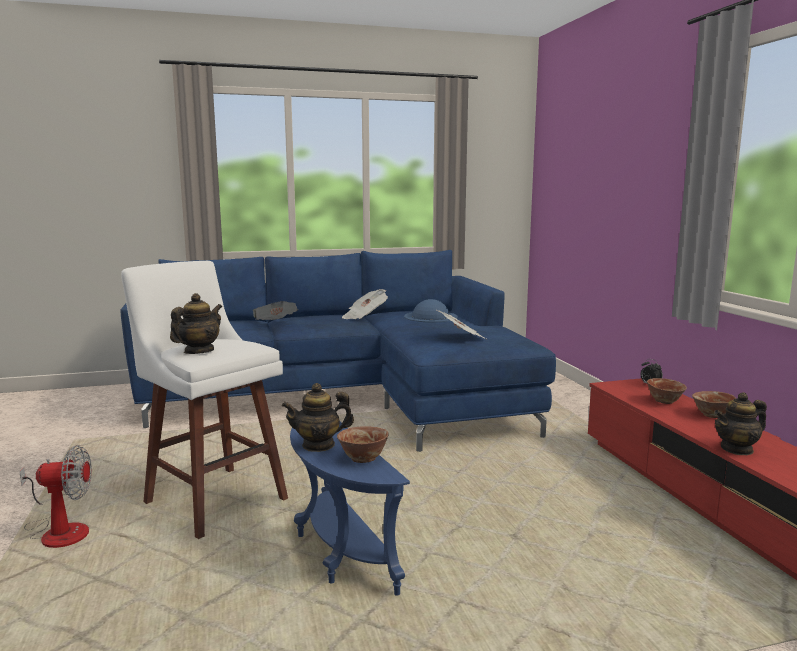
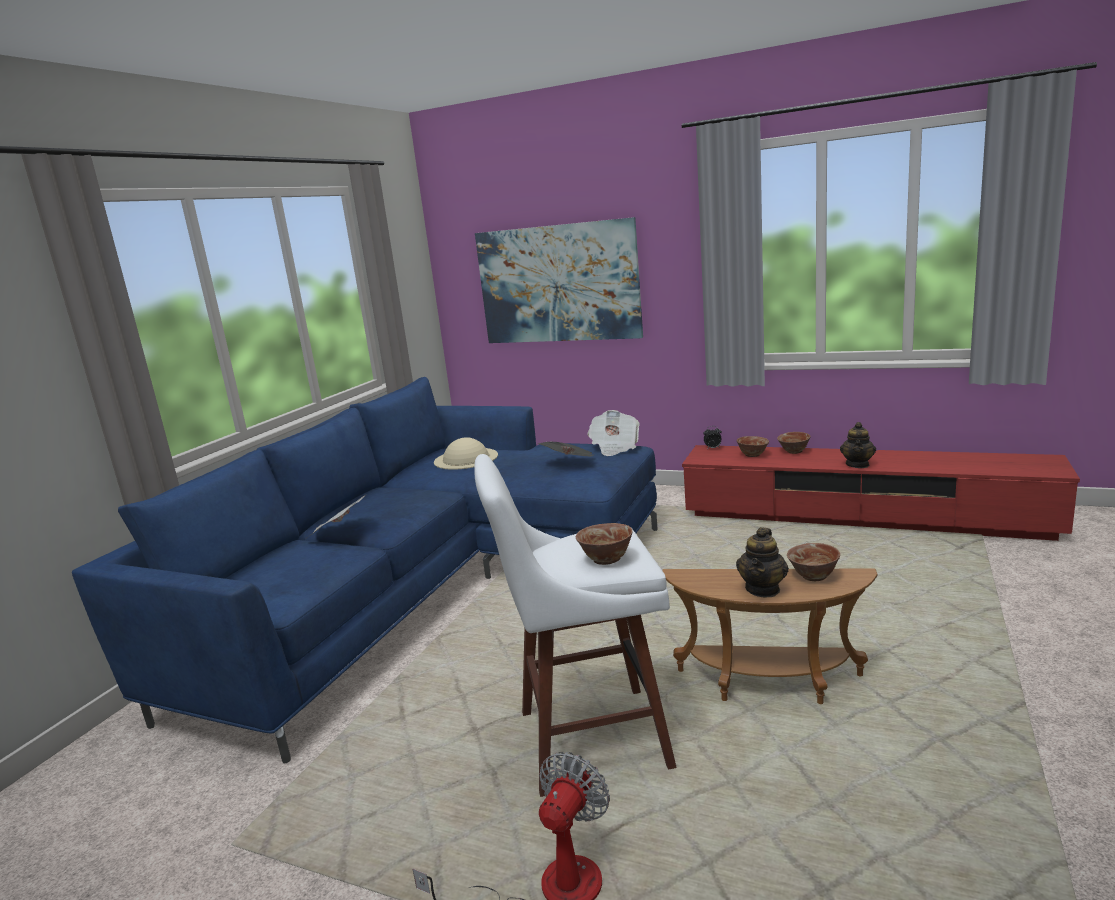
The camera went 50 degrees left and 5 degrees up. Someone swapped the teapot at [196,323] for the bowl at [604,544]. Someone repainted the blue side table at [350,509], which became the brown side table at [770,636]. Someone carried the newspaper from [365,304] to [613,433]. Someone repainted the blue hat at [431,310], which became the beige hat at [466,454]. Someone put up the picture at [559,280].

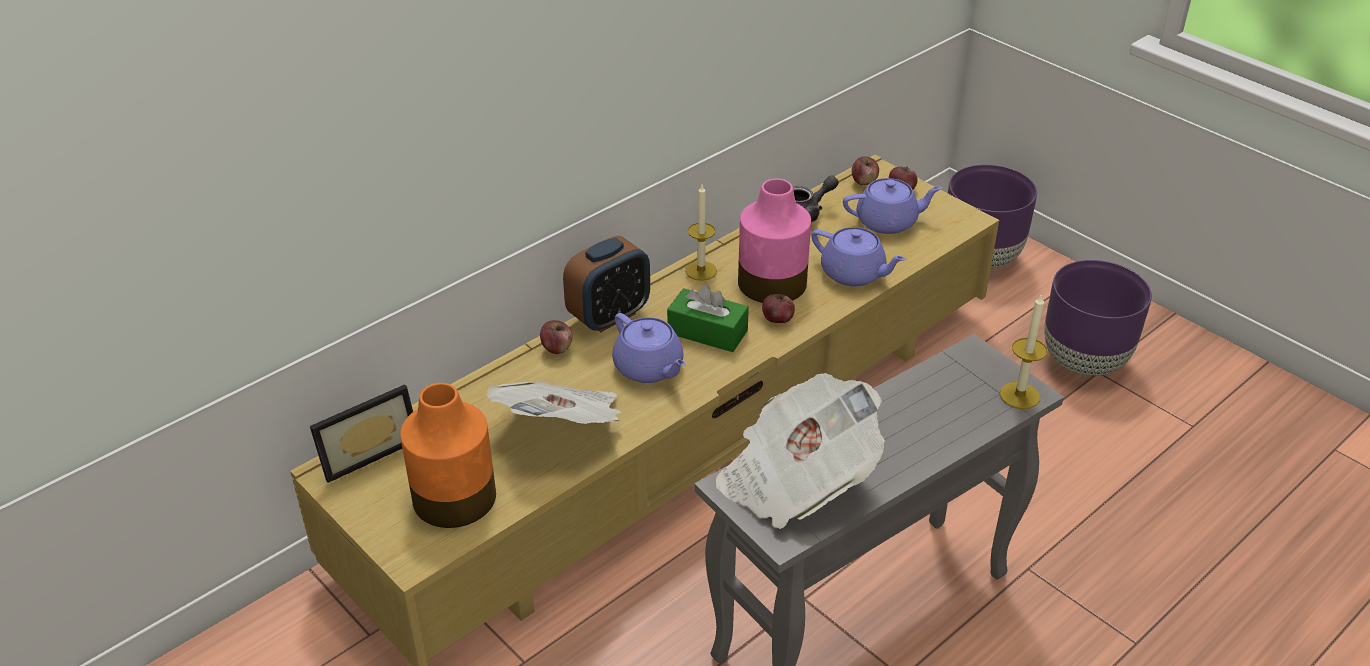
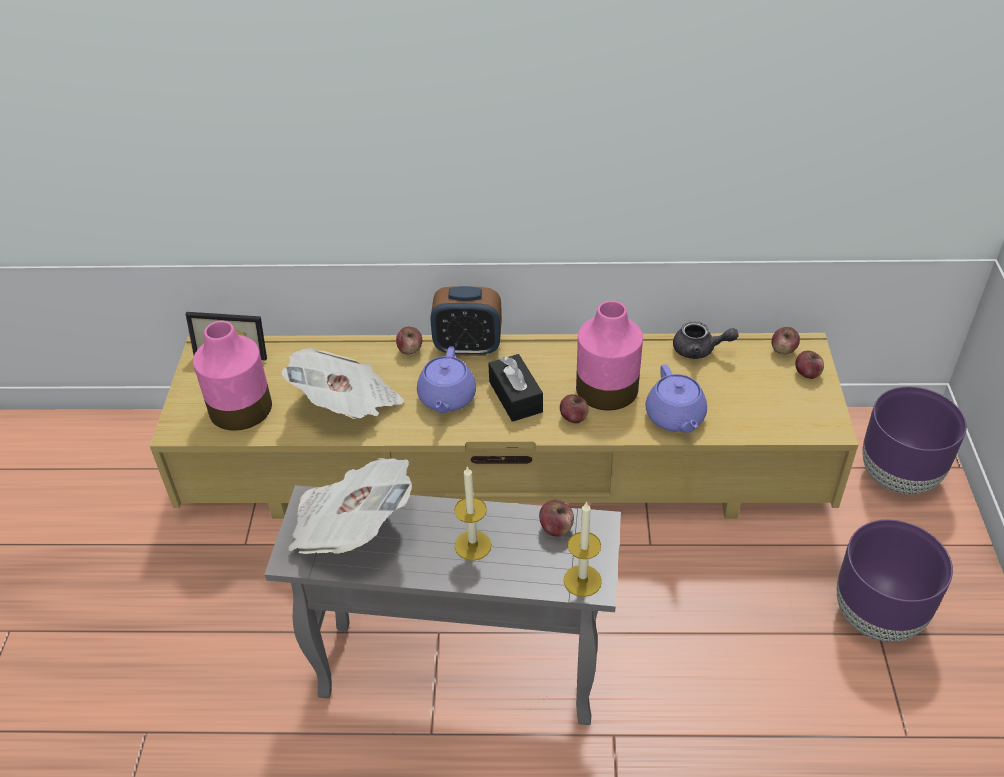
The camera went 45 degrees right and 5 degrees up. Someone repainted the orange vase at [448,455], which became the pink vase at [232,376]. Someone repainted the green tissue box at [708,318], which became the black tissue box at [515,388]. Someone carried the candle from [701,233] to [472,513]. Someone took away the purple teapot at [892,206]. Someone put down the apple at [556,518].

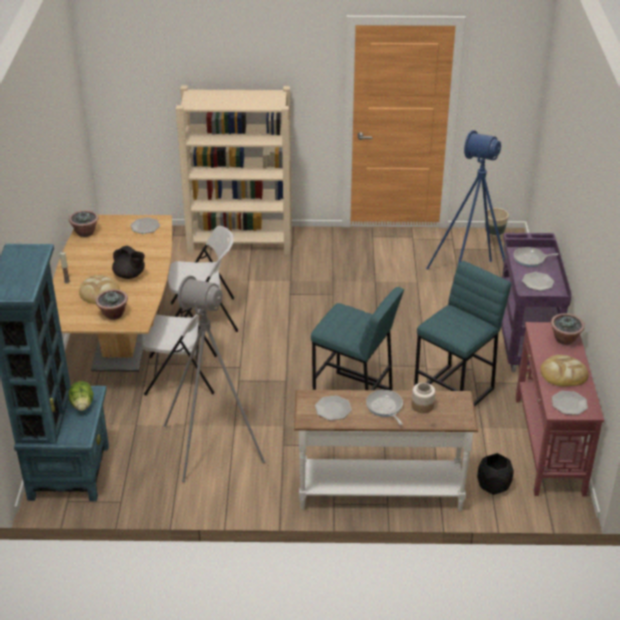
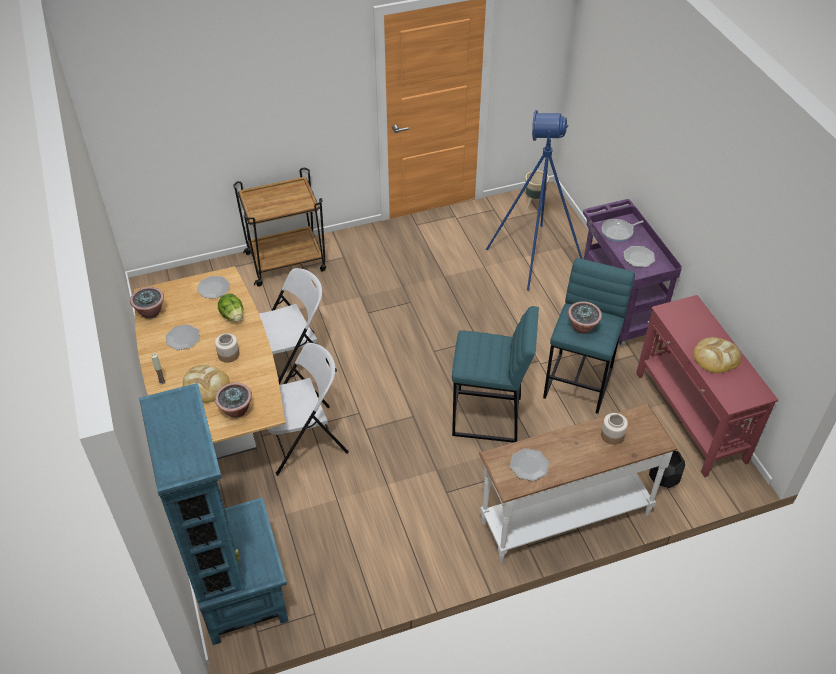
The camera went 20 degrees left and 10 degrees up. Someone carried the lettuce from [80,396] to [230,307]. Someone swapped the black teapot at [128,262] for the jar at [227,348]. Someone took away the grey floor lamp at [214,379]. Someone swapped the beige bookcase at [234,170] for the brown cart at [279,227]. Someone took away the frying pan at [384,407]. Someone carried the potted plant from [568,329] to [585,317]. Someone carried the plate from [570,403] to [183,337].

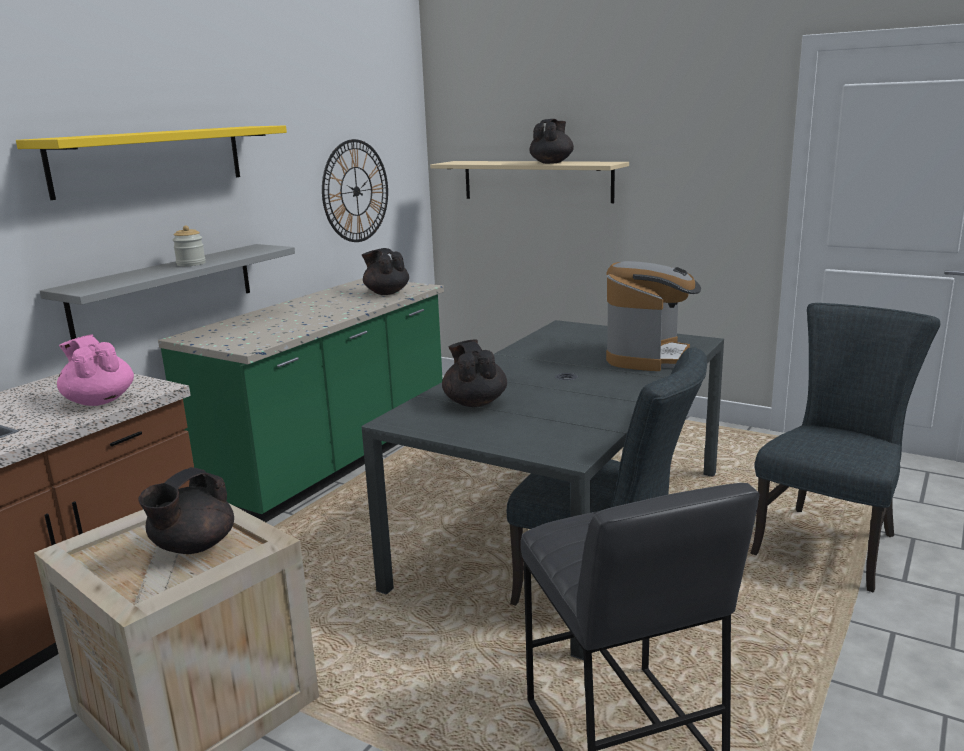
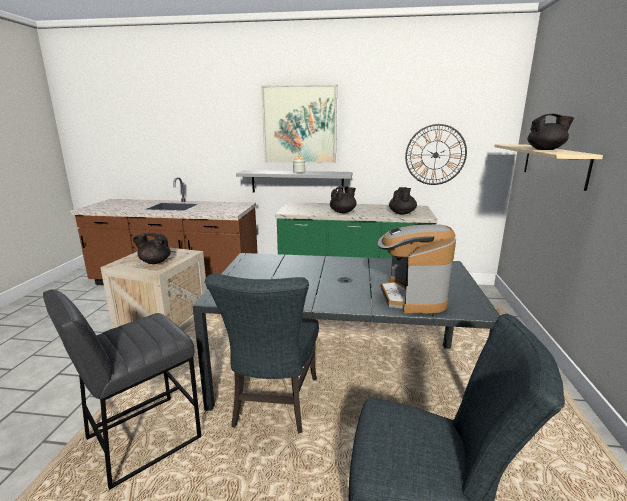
The camera went 65 degrees right and 0 degrees up. Someone swapped the yellow shelf at [151,162] for the picture at [299,124]. Someone took away the pink teapot at [95,370]. Someone carried the black teapot from [474,373] to [343,199]. Someone rotated the coffee machine at [653,316] by 90 degrees clockwise.

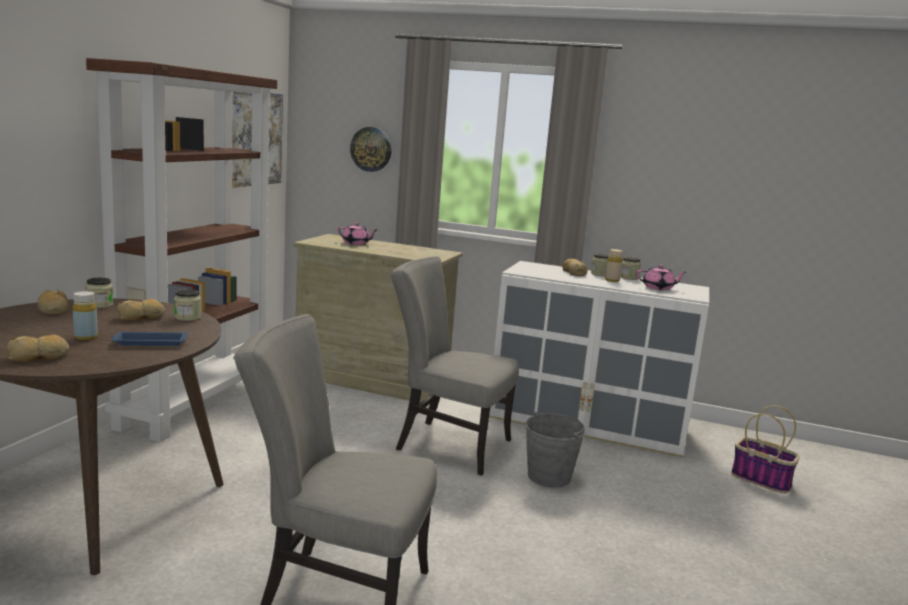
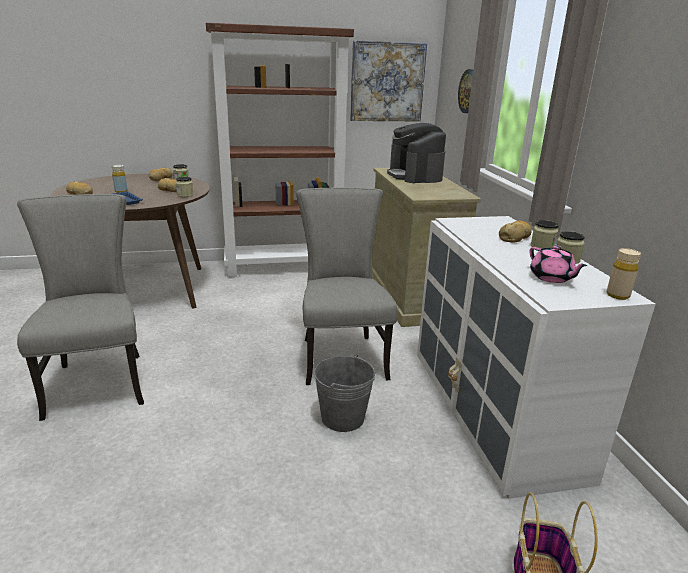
The camera went 60 degrees right and 10 degrees up. Someone swapped the pink teapot at [357,234] for the coffee machine at [416,153]. Someone carried the beige bottle from [614,265] to [624,274].

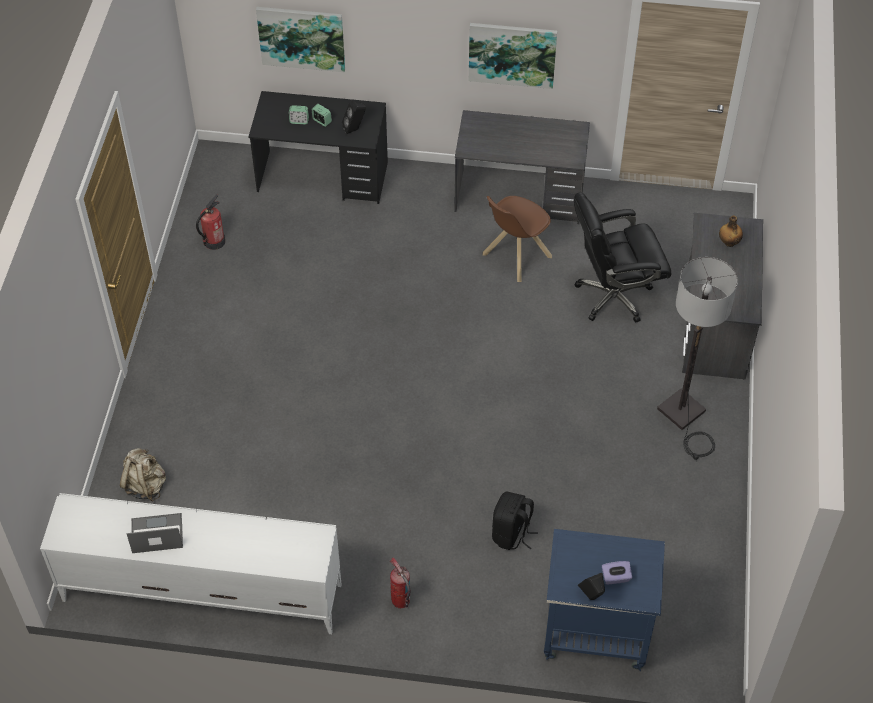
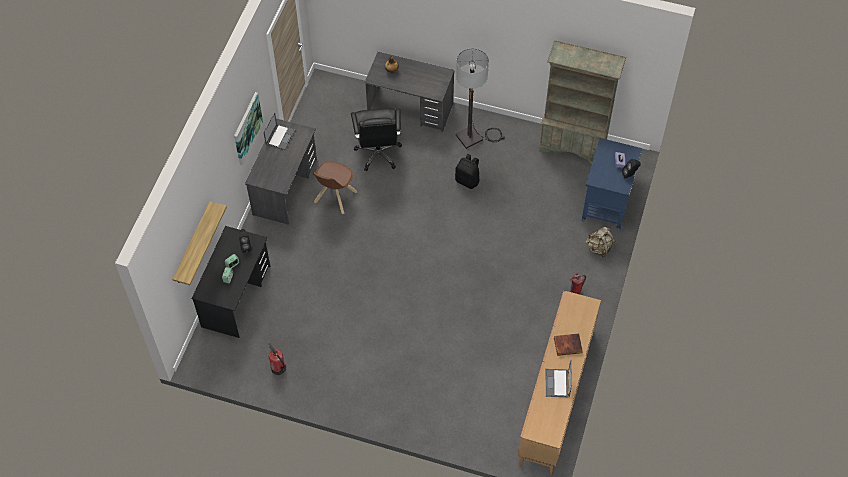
The camera went 80 degrees left and 5 degrees up. Someone repainted the white cabinet at [191,563], which became the brown cabinet at [559,383]. Someone carried the beige backpack from [143,474] to [601,242]. Someone swapped the picture at [300,39] for the shelf at [199,243]. Someone rotated the brown chair at [517,239] by 60 degrees clockwise. Someone carried the black backpack from [515,520] to [467,171]. Someone put down the laptop at [279,131]. Someone put down the green bookcase at [582,102]. Someone put down the book at [568,344].

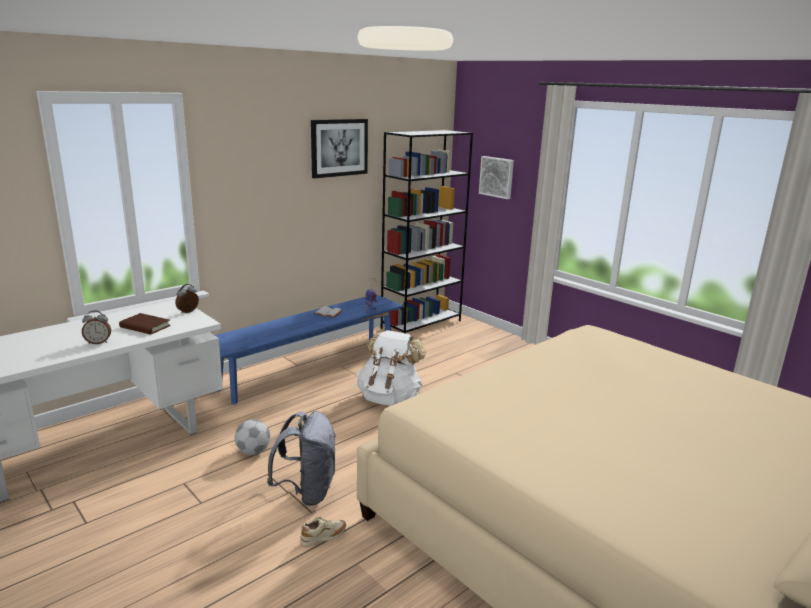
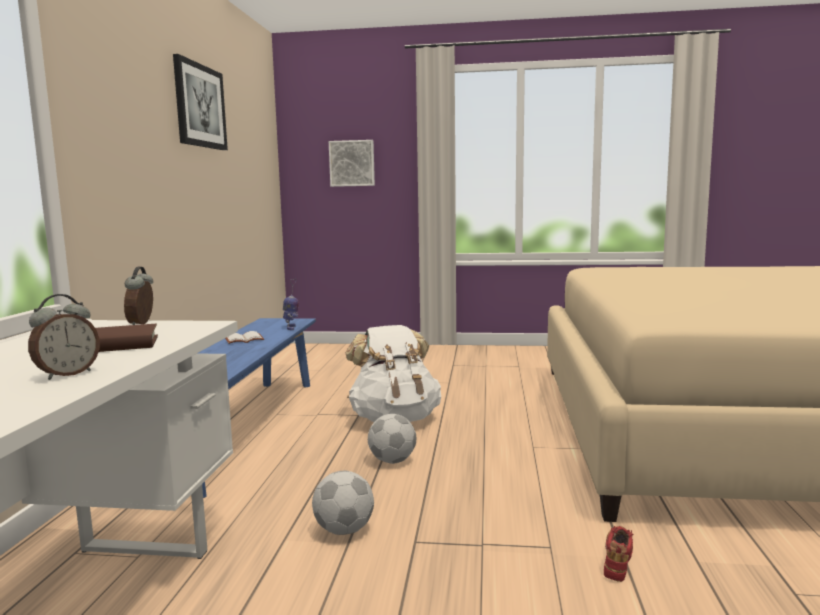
The camera went 40 degrees left and 10 degrees down. Someone took away the grey backpack at [301,458]. Someone repainted the beige shoe at [323,532], which became the red shoe at [618,554]. Someone took away the white bookcase at [427,231]. Someone put down the football at [392,439].

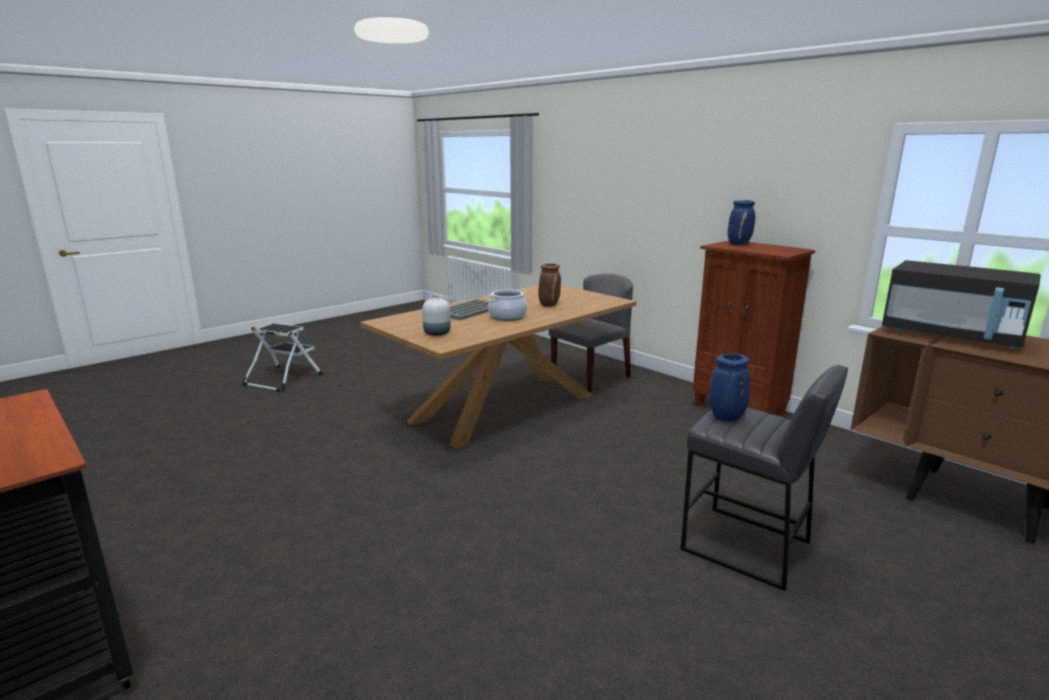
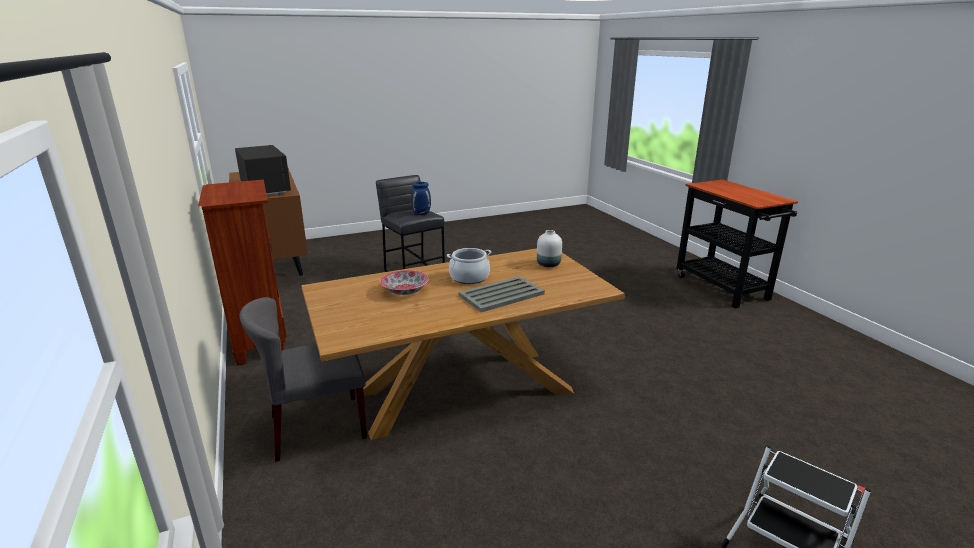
The camera went 160 degrees left and 5 degrees up. Someone swapped the brown vase at [549,285] for the bowl at [404,282]. Someone took away the blue vase at [741,222].

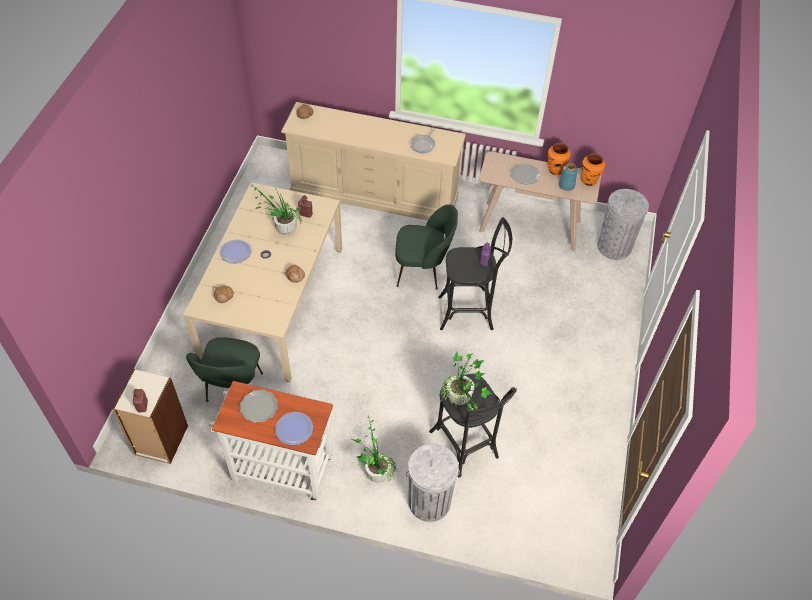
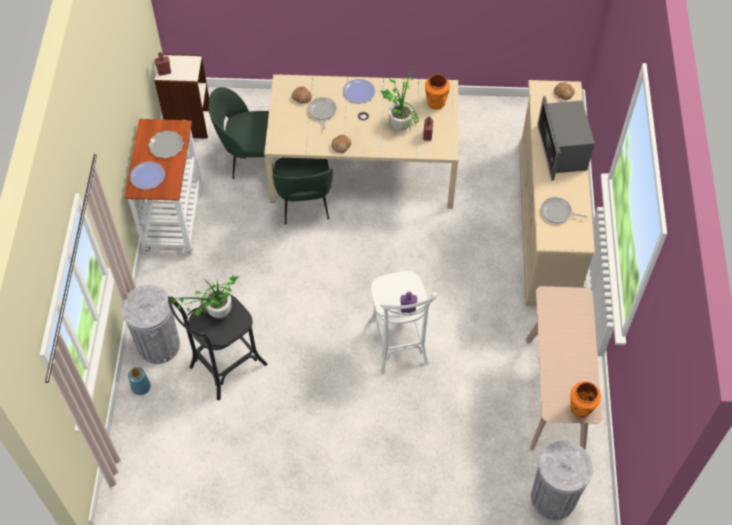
The camera went 80 degrees right and 5 degrees up. Someone took away the potted plant at [374,449]. Someone carried the green chair from [426,247] to [302,191]. Someone repainted the black stool at [475,273], which became the white stool at [403,322]. Someone took away the plate at [525,174]. Someone carried the orange vase from [559,159] to [437,92]. Someone carried the blue vase from [568,177] to [139,381]. Someone put down the frying pan at [322,113]. Someone put down the microwave at [566,138].

